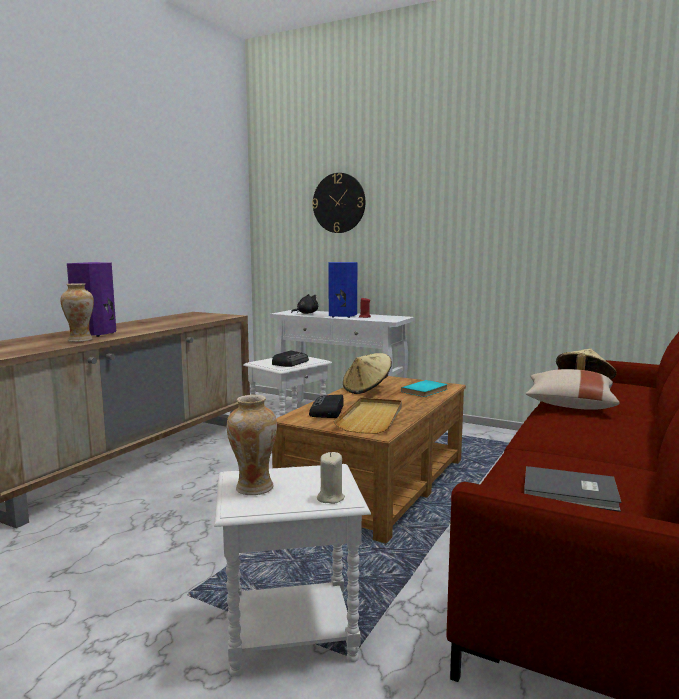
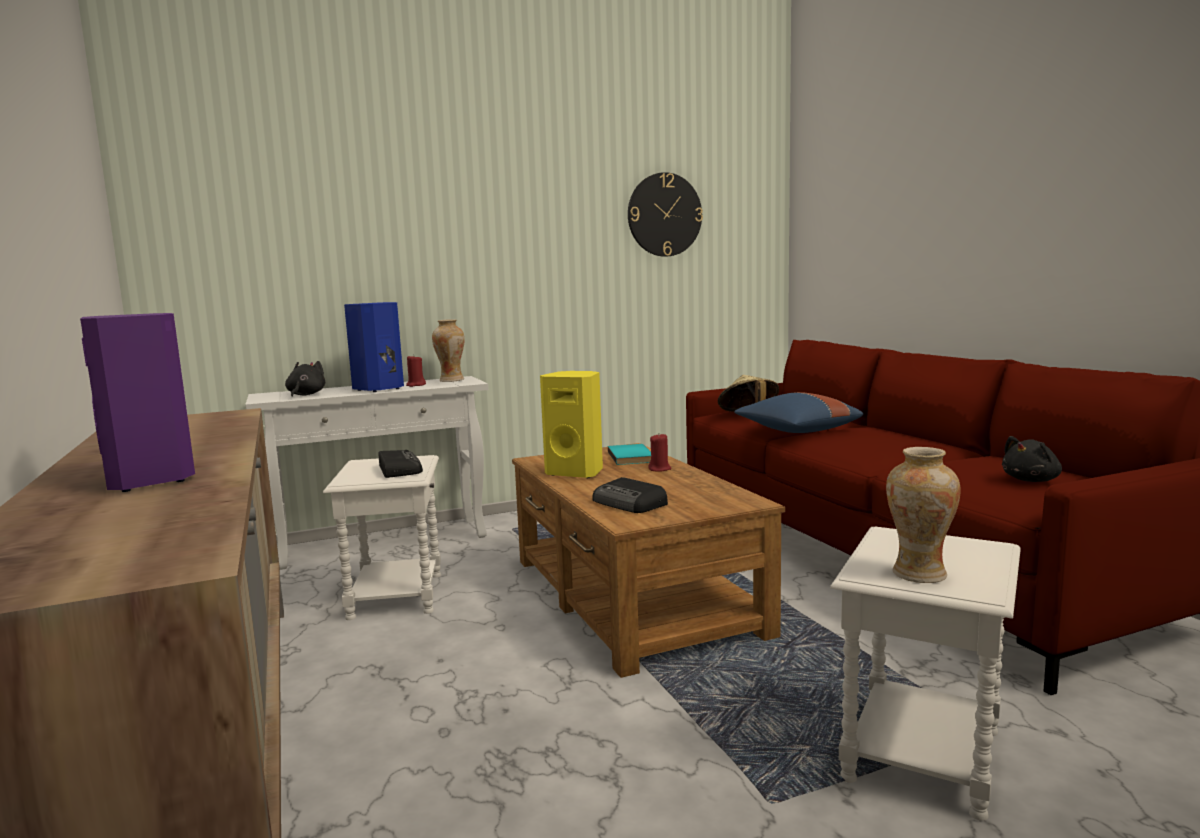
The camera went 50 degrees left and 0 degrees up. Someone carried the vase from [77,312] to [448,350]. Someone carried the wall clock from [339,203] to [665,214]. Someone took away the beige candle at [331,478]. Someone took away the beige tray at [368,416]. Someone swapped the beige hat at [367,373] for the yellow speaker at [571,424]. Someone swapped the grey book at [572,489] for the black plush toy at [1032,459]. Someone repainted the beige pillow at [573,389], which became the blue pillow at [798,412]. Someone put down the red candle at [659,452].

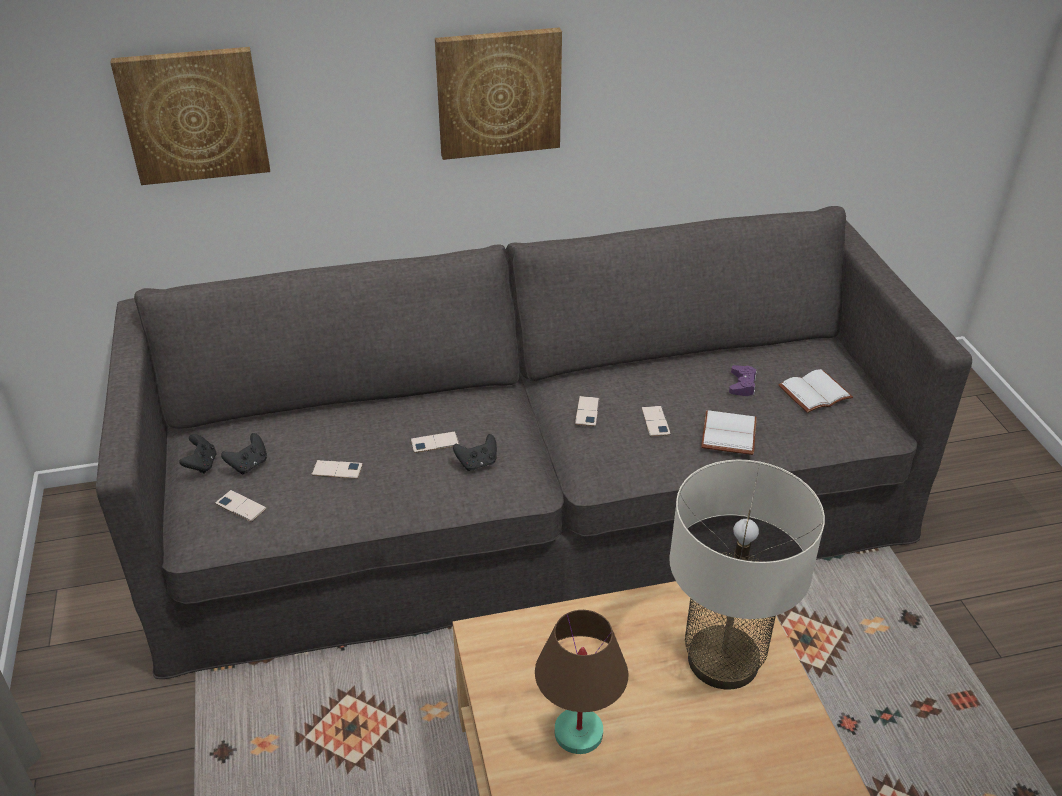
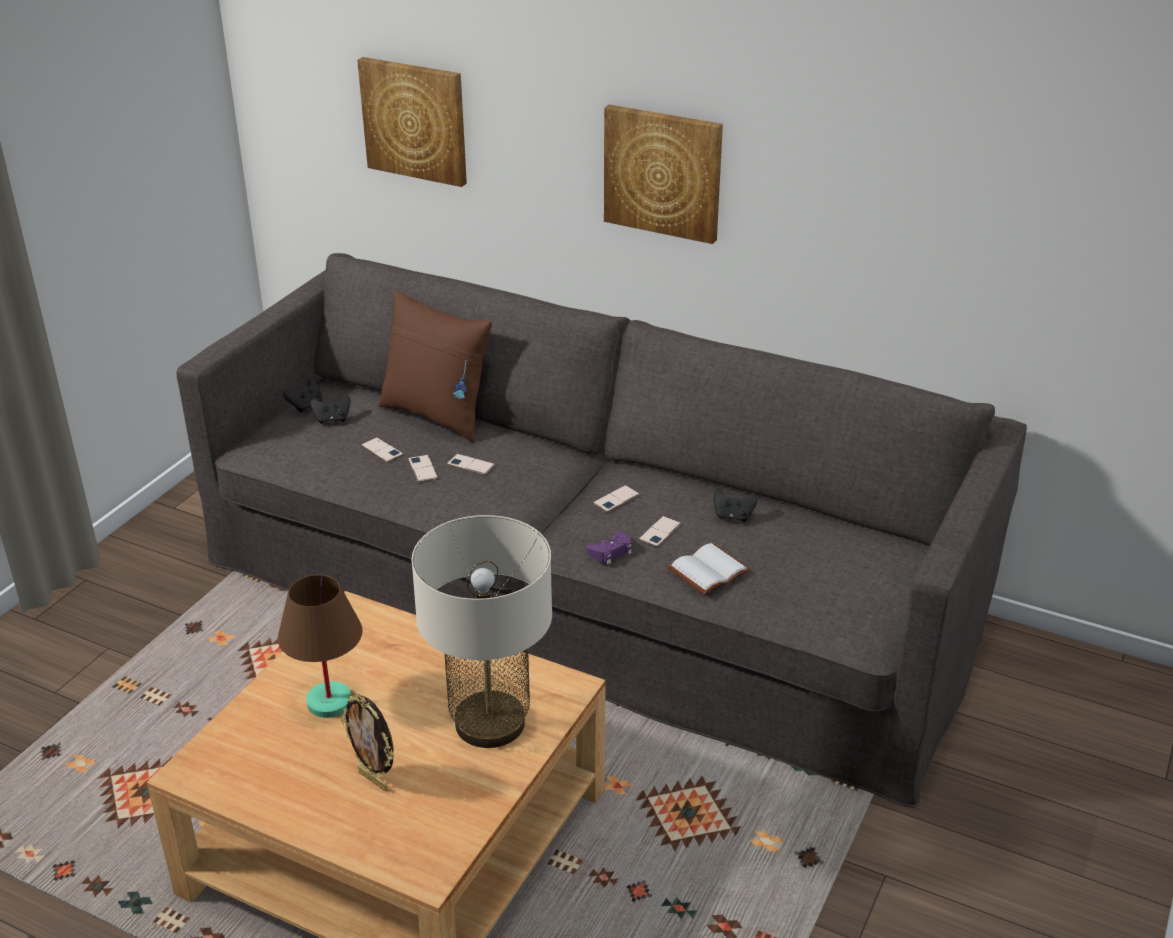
The camera went 40 degrees right and 5 degrees down. Someone carried the phone from [241,506] to [423,468]. Someone carried the black game controller from [475,452] to [736,505]. Someone carried the purple game controller from [743,380] to [609,547]. Someone took away the white book at [815,391]. Someone put down the picture frame at [367,743]. Someone put down the brown pillow at [435,366].

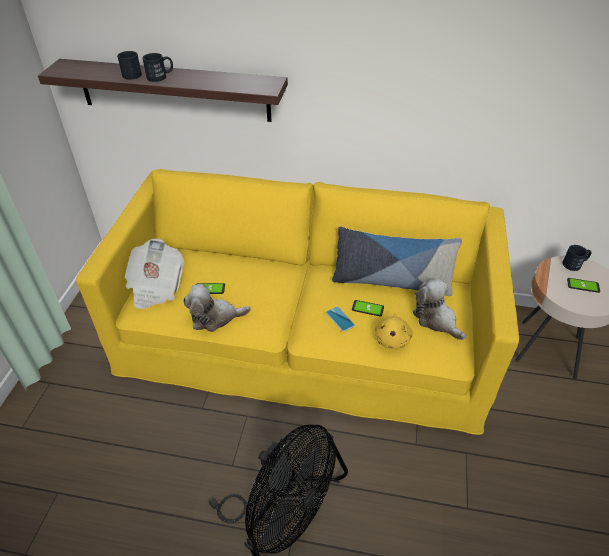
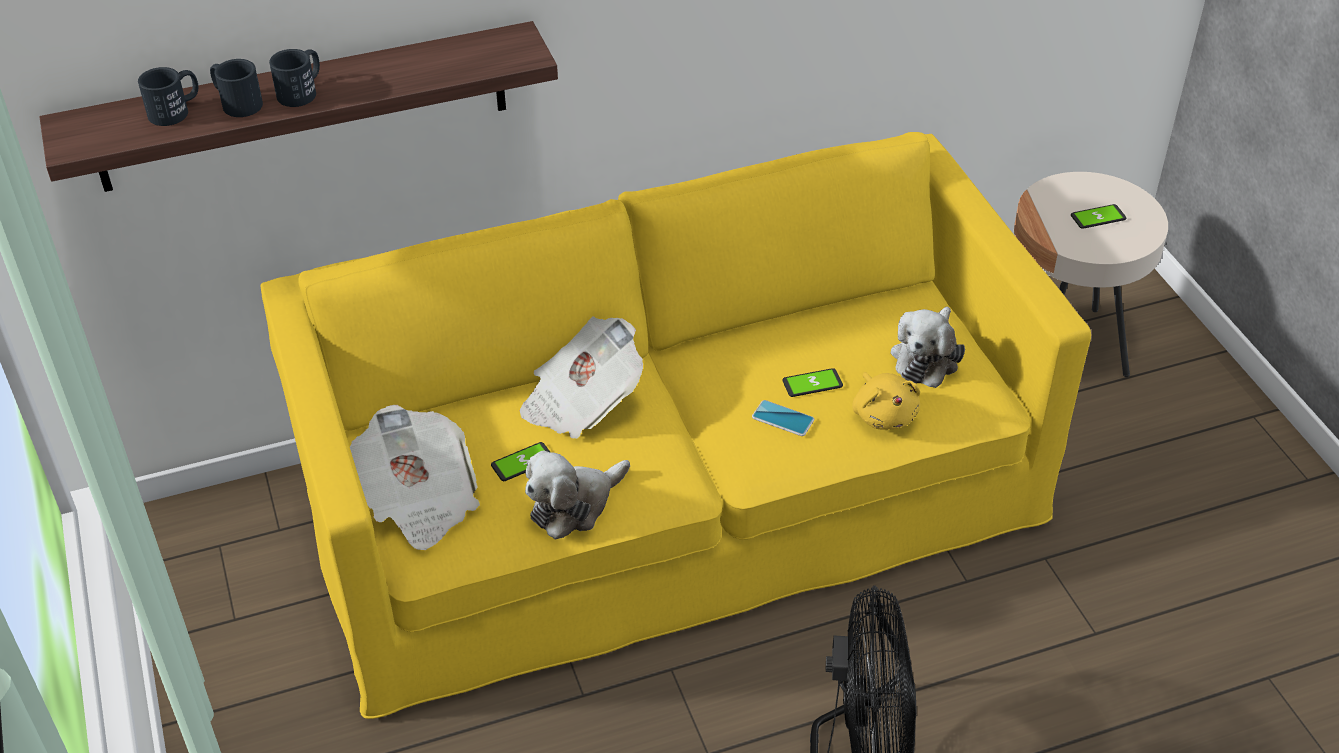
The camera went 30 degrees left and 0 degrees up. Someone took away the pillow at [397,261]. Someone rotated the plush toy at [439,309] by 90 degrees counterclockwise. Someone carried the black mug from [576,258] to [168,96]. Someone put down the newspaper at [581,377].

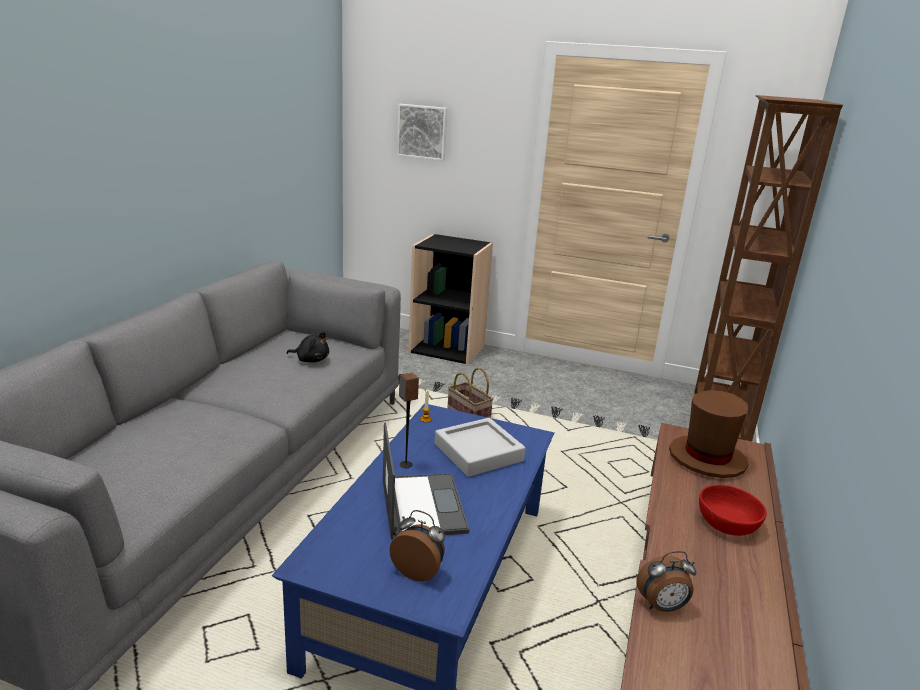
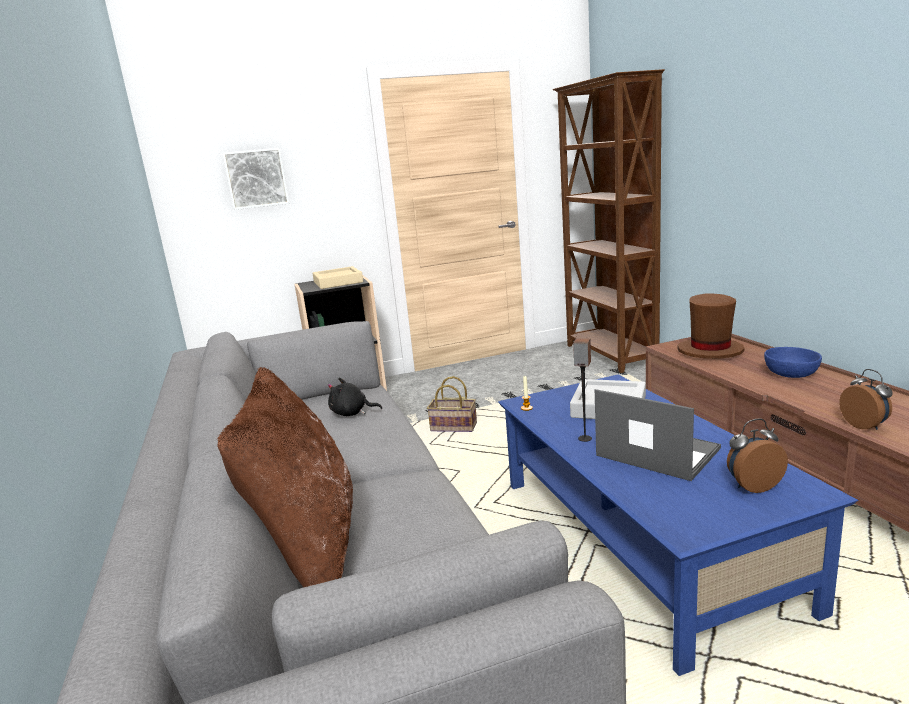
The camera went 35 degrees left and 5 degrees down. Someone rotated the black plush toy at [307,347] by 150 degrees counterclockwise. Someone rotated the alarm clock at [666,581] by 60 degrees counterclockwise. Someone repainted the red bowl at [733,510], which became the blue bowl at [793,362]. Someone put down the brown pillow at [285,477]. Someone put down the beige tray at [338,277].

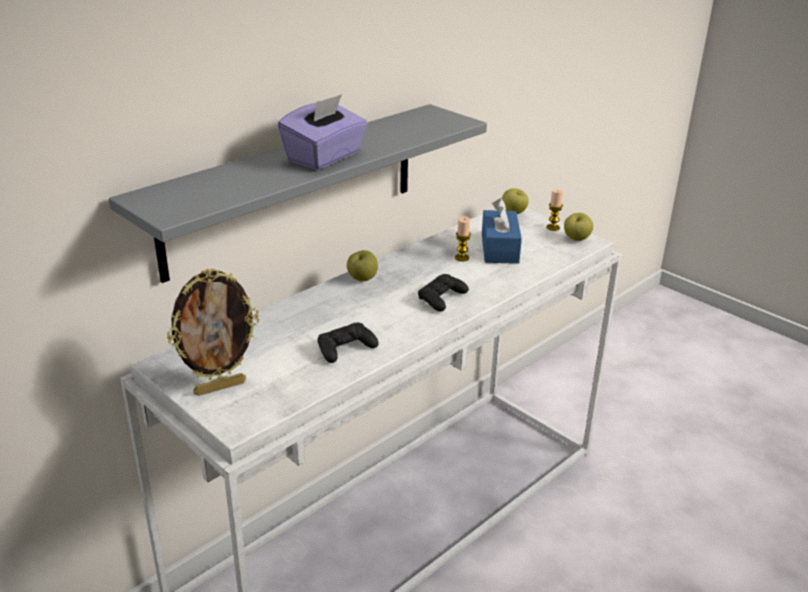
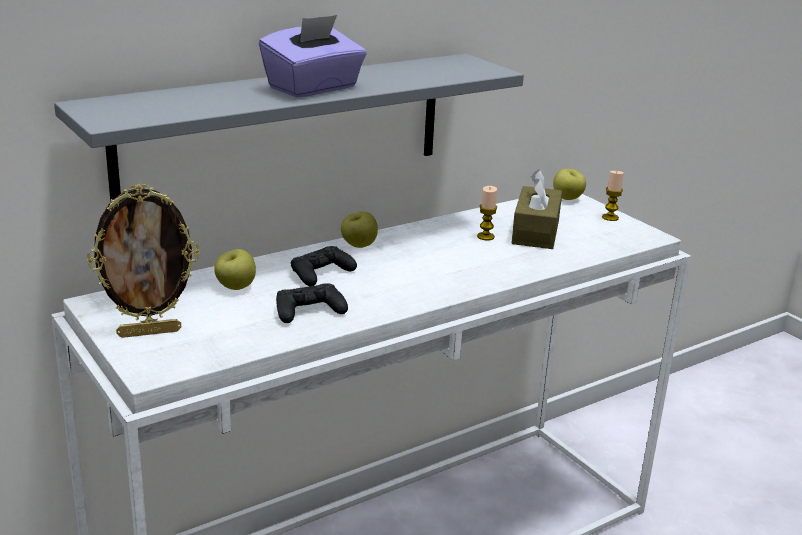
The camera went 10 degrees right and 5 degrees down. Someone carried the black game controller from [443,293] to [324,266]. Someone repainted the blue tissue box at [502,231], which became the brown tissue box at [537,209]. Someone carried the apple from [578,227] to [235,269].

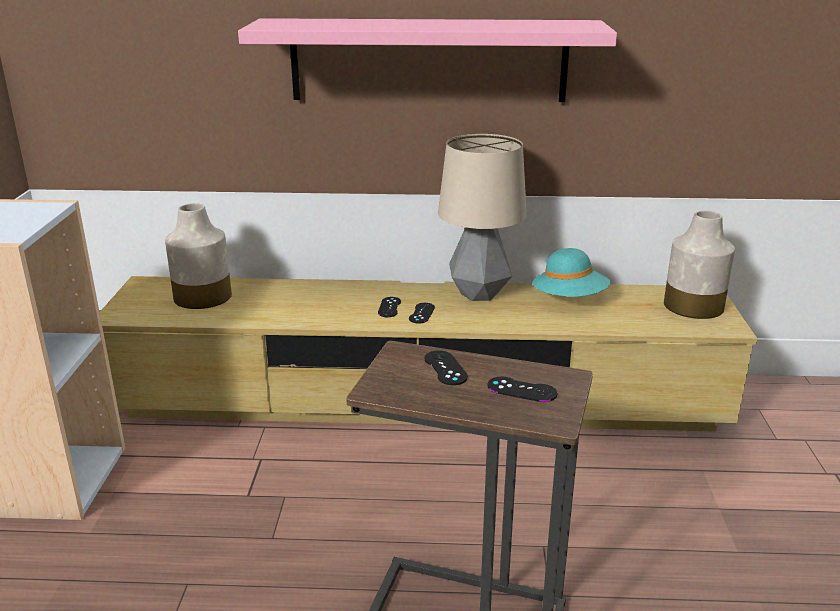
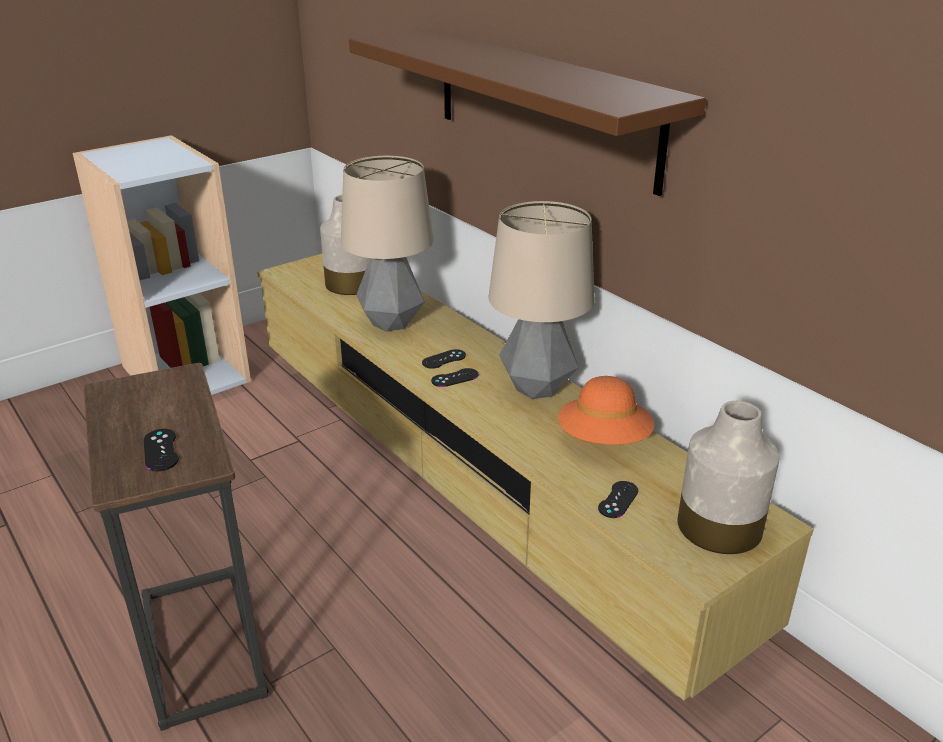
The camera went 50 degrees right and 5 degrees up. Someone repainted the pink shelf at [427,60], which became the brown shelf at [527,112]. Someone carried the black game controller from [446,367] to [618,499]. Someone repainted the turquoise hat at [571,272], which became the orange hat at [606,410]. Someone put down the table lamp at [387,244].

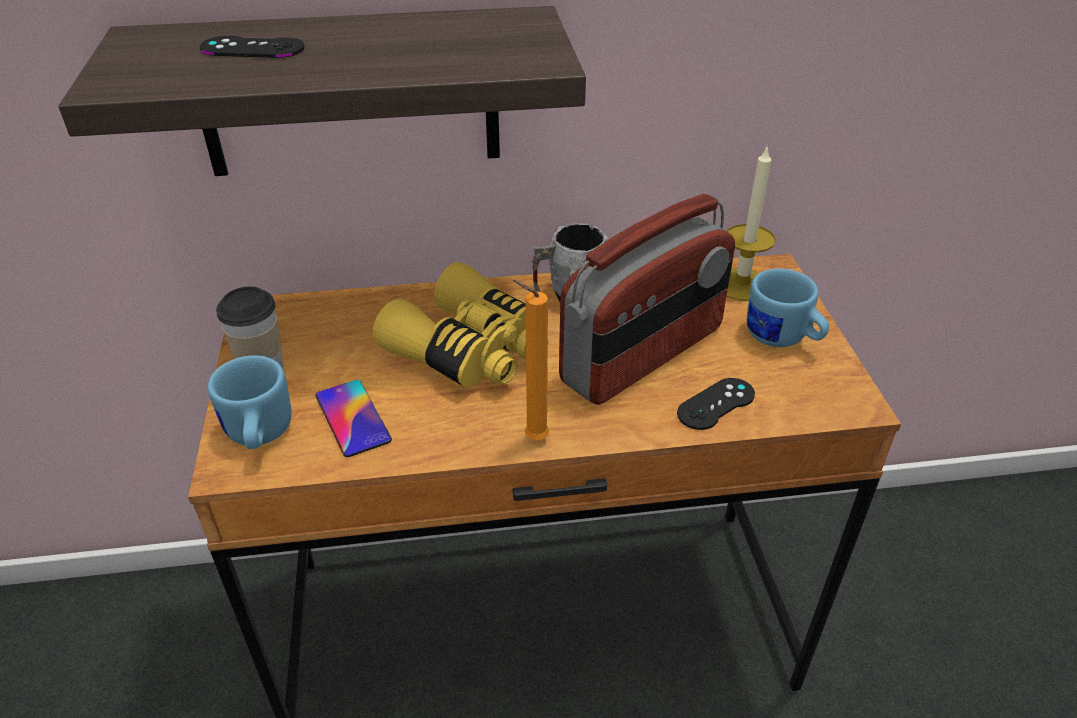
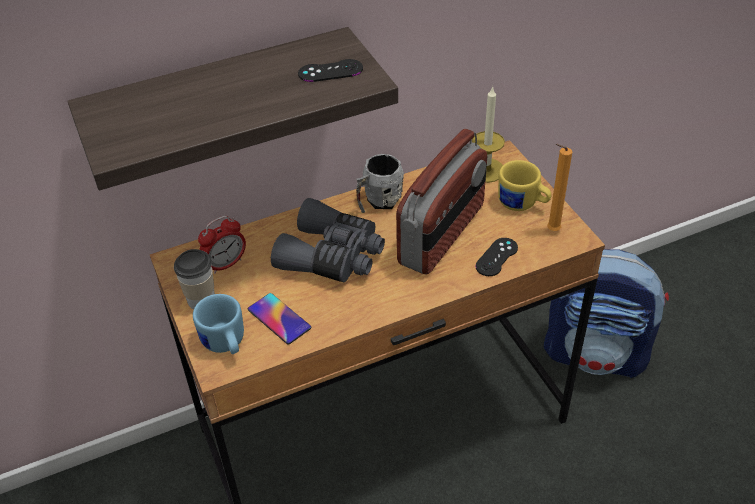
The camera went 15 degrees left and 5 degrees up. Someone carried the black game controller from [252,47] to [330,70]. Someone repainted the yellow binoculars at [449,324], which became the grey binoculars at [328,240]. Someone carried the orange candle from [531,360] to [559,187]. Someone repainted the blue mug at [788,307], which became the yellow mug at [525,185]. Someone put down the alarm clock at [222,245]. Someone put down the backpack at [606,313].

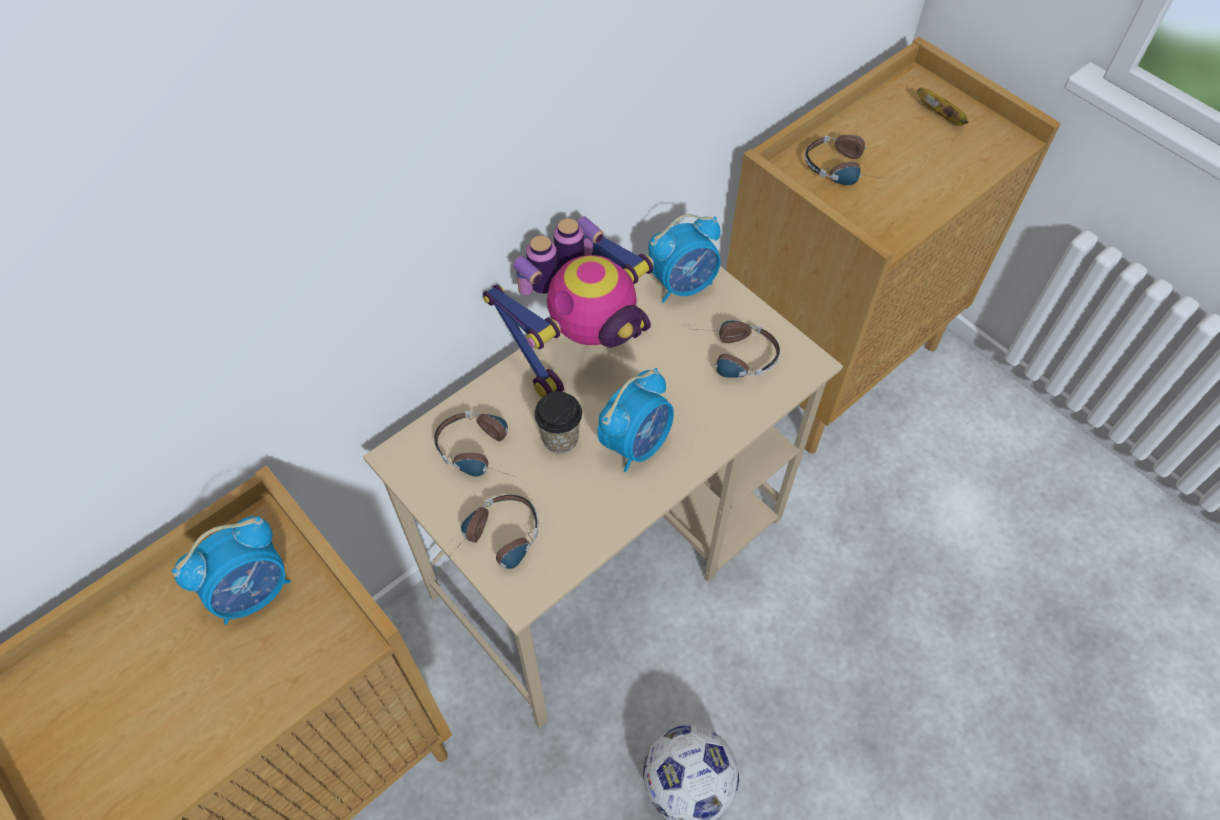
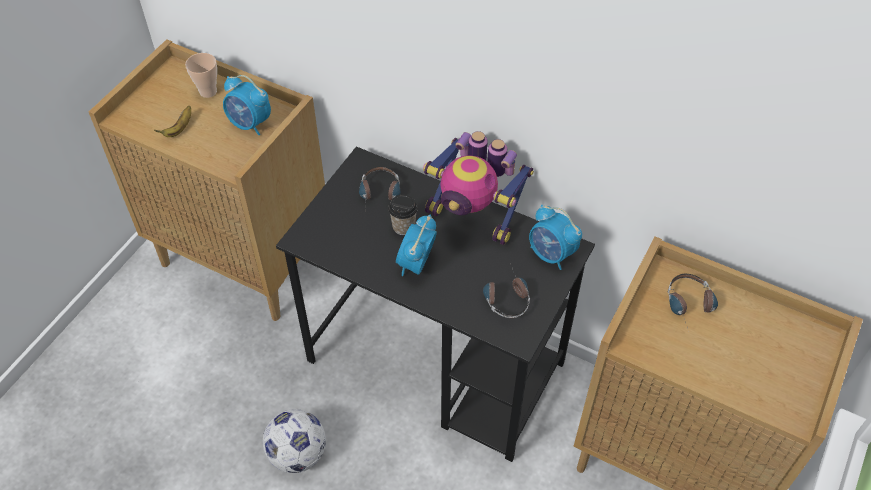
The camera went 70 degrees right and 5 degrees down. Someone repainted the beige desk at [603,497], which became the black desk at [435,304]. Someone took away the headphones at [492,532]. Someone rotated the alarm clock at [635,420] by 90 degrees clockwise. Someone carried the banana from [942,107] to [172,121]. Someone put down the cup at [201,75].

